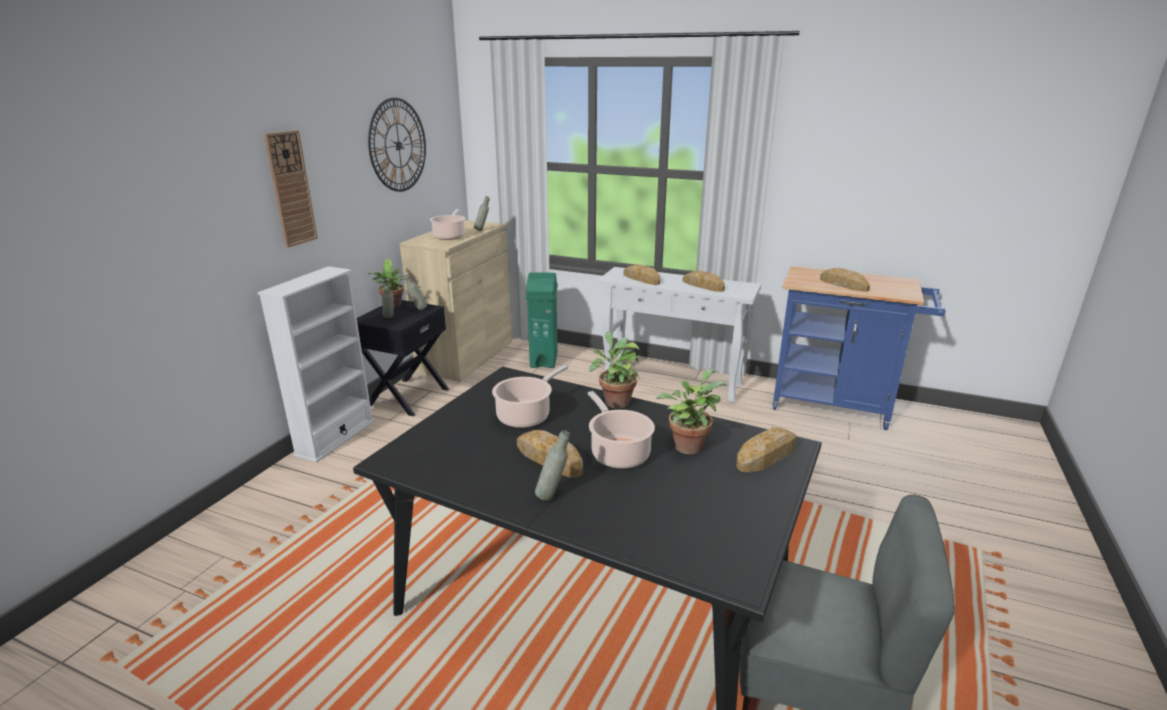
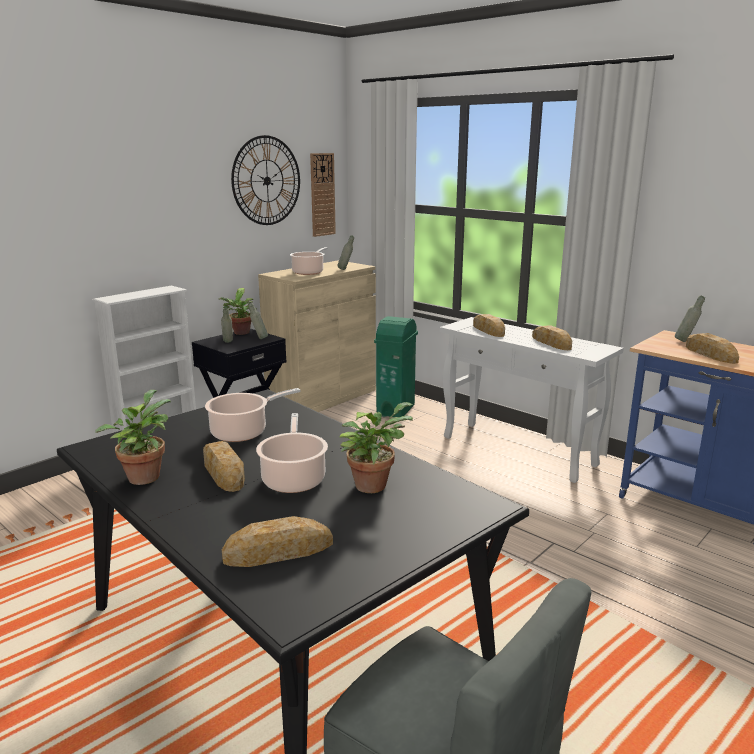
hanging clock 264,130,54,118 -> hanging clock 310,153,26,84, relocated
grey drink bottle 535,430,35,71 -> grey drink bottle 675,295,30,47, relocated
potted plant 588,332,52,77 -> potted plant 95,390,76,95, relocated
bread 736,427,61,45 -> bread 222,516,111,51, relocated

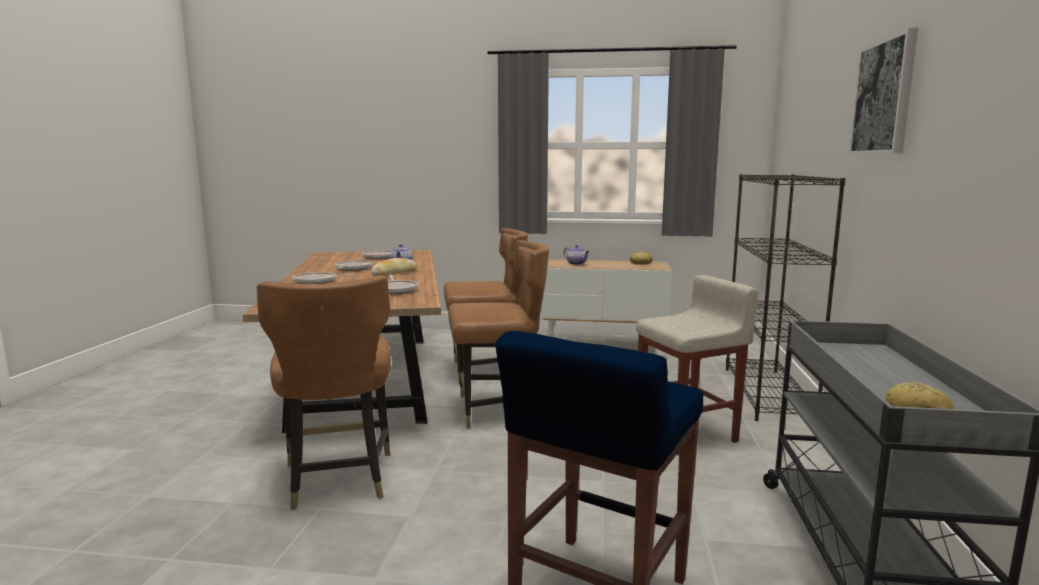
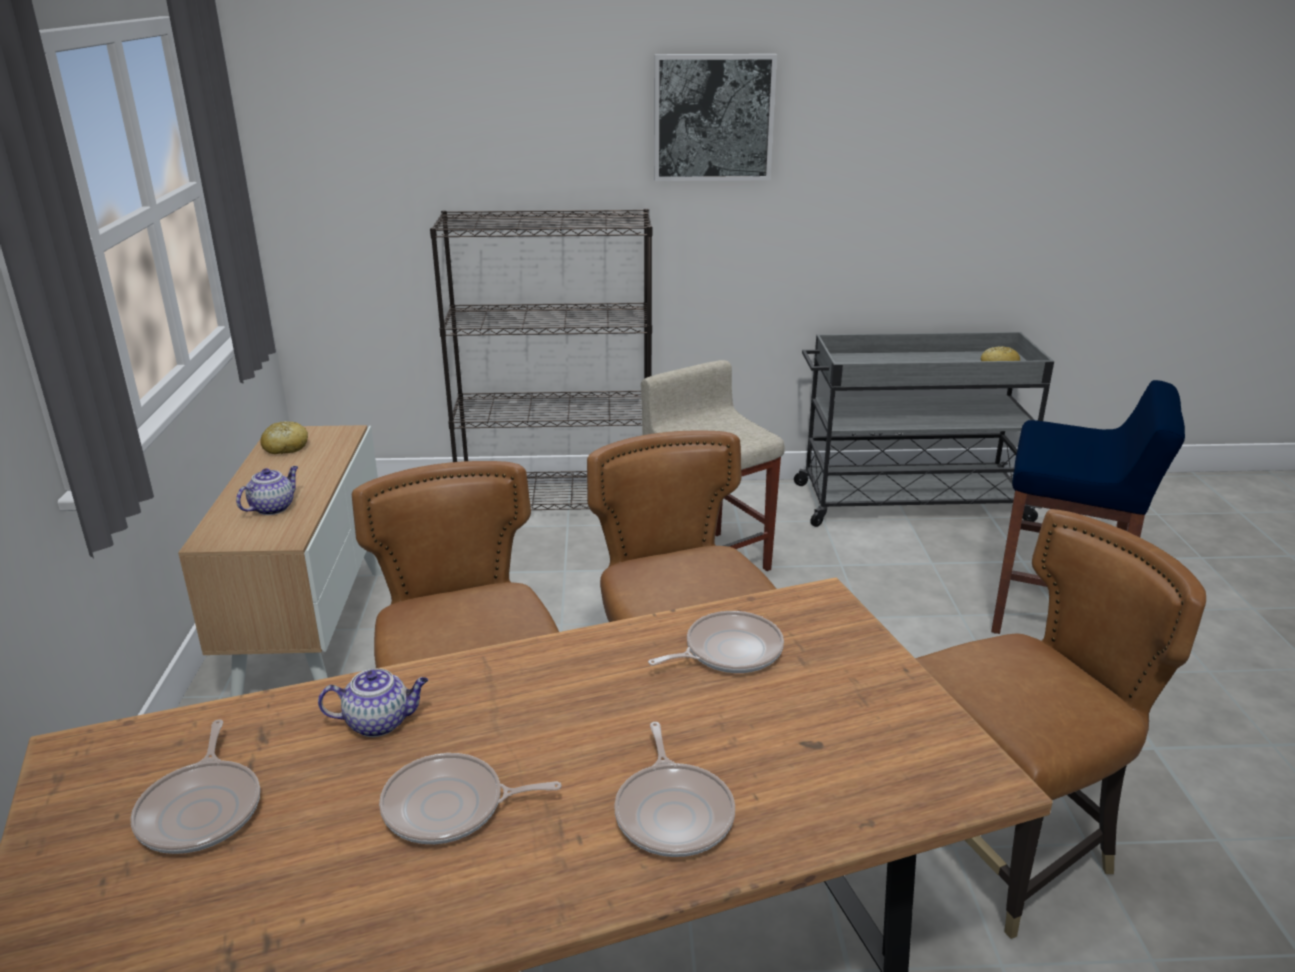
bread 371,258,46,18 -> none

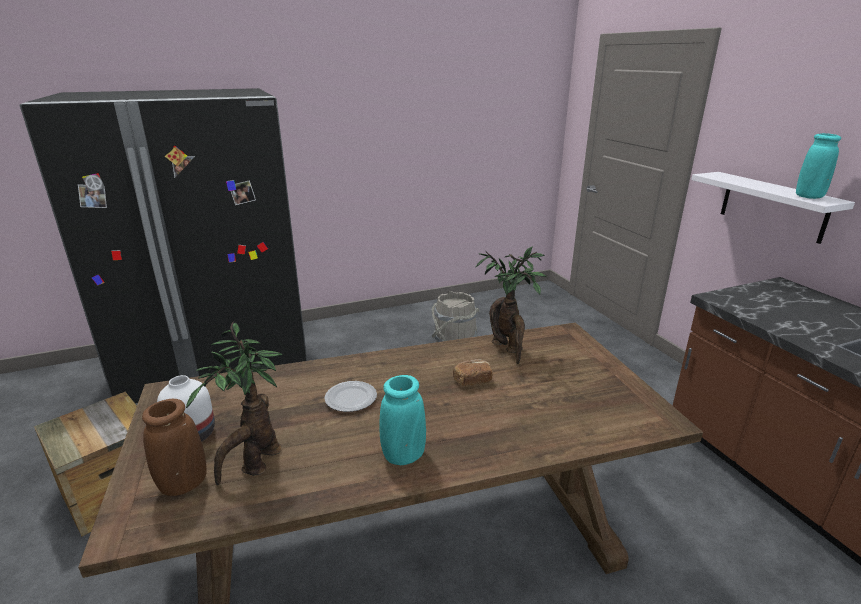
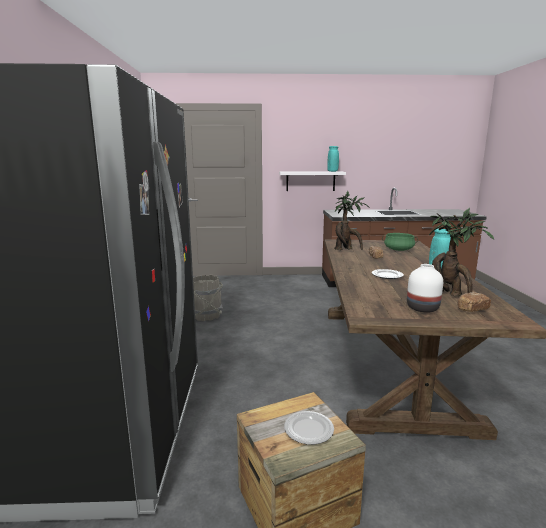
brown decorative vase 142,399,65,97 -> bread 457,292,34,20
none -> dinner plate 284,411,50,34
none -> green saucepot 382,233,36,18

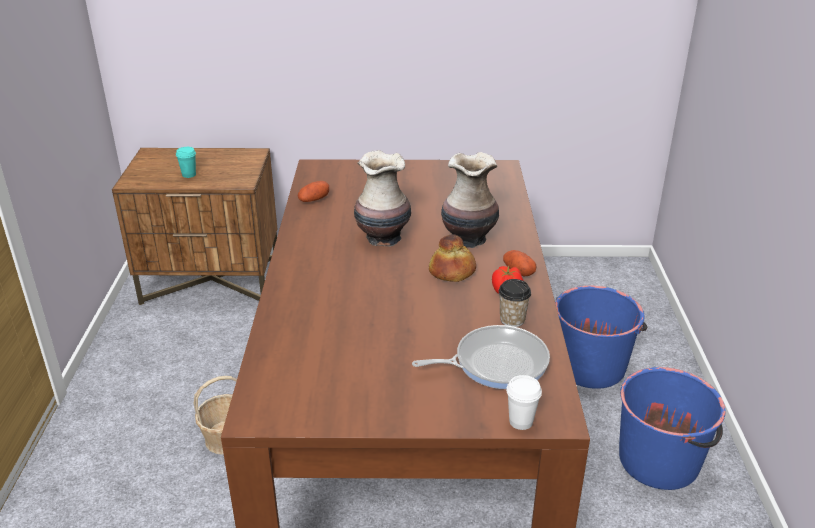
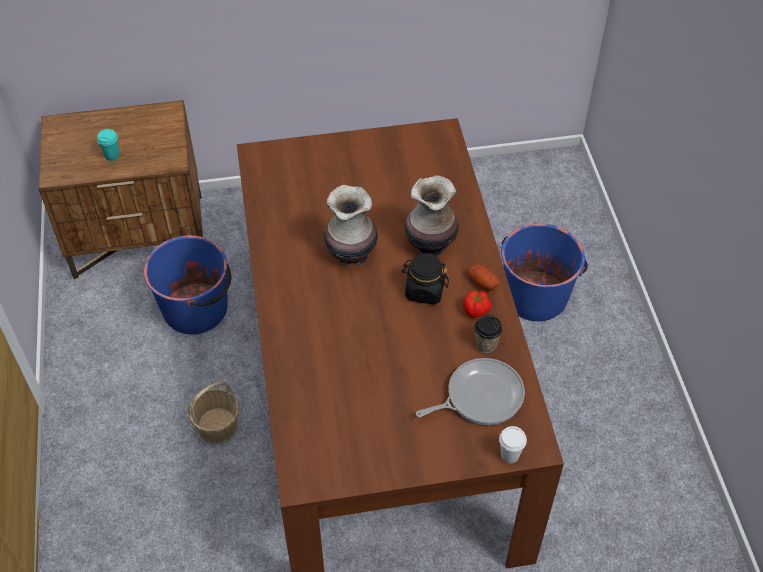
potato 298,181,31,21 -> none
bread 429,234,47,48 -> black-coloured storage jar 401,253,48,51
blue water bucket 619,367,107,123 -> blue water bucket 144,235,87,99, relocated

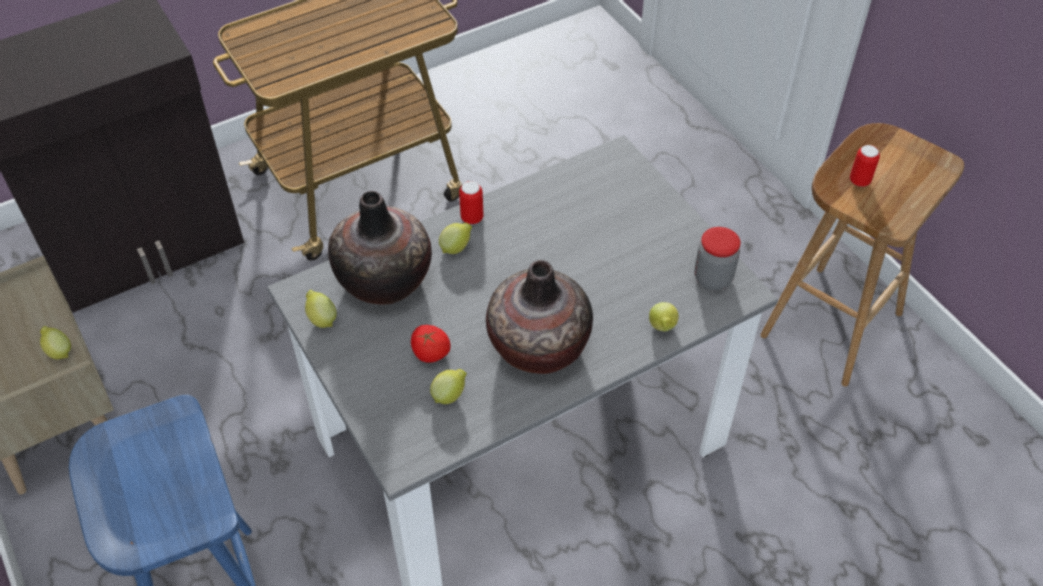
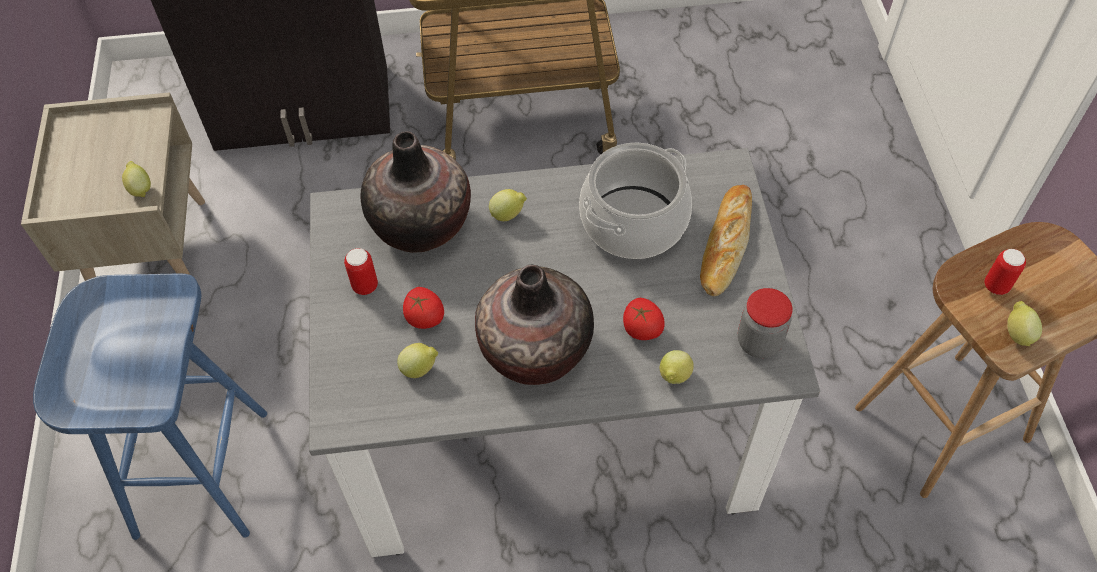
citrus fruit 305,290,32,38 -> citrus fruit 1007,301,35,46, relocated
can 459,181,24,43 -> can 344,248,34,47, relocated
none -> saucepot 579,143,113,116
none -> fresh tomato 623,298,41,42
none -> bread 700,185,52,111

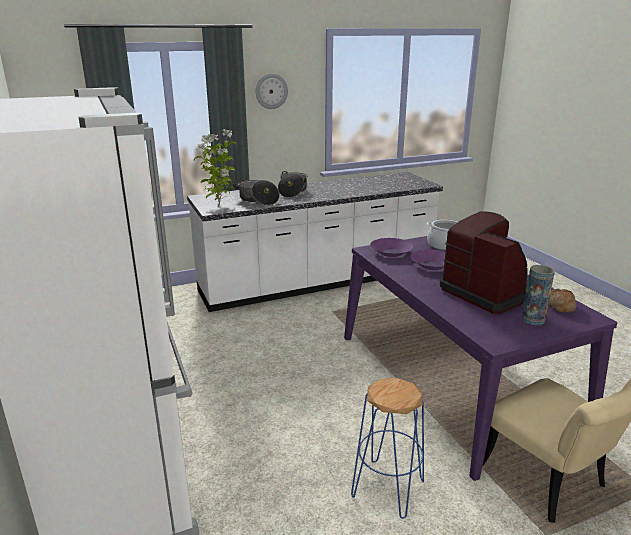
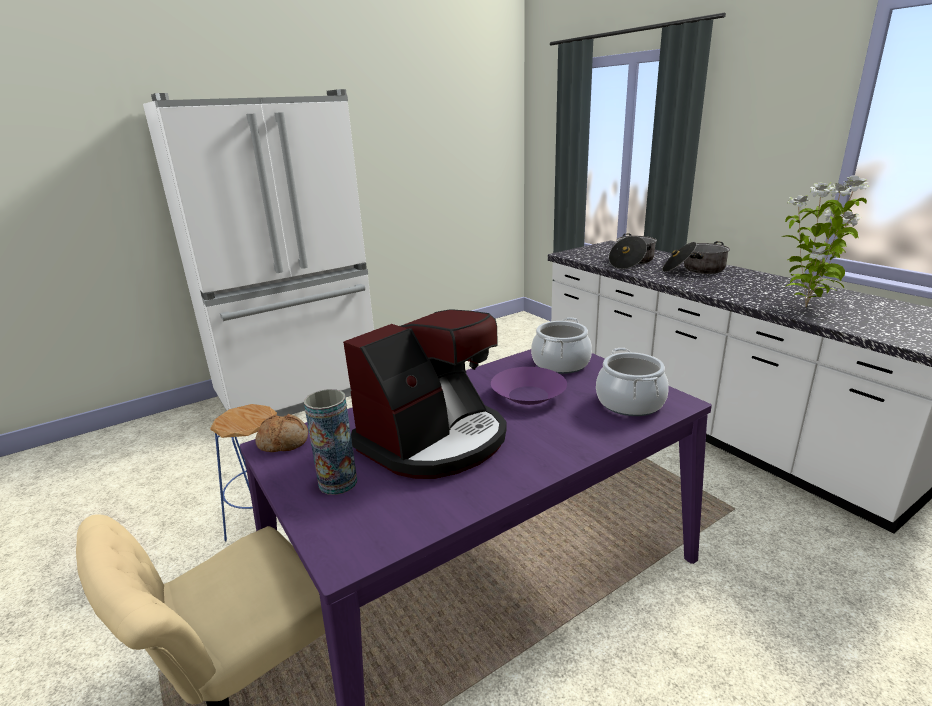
potted plant 194,129,42,76 -> potted plant 782,175,87,132, relocated
hanging clock 256,74,32,35 -> none
purple-coloured bowl 370,238,43,19 -> saucepot 531,317,61,57
bread 548,289,28,24 -> bread 255,414,53,38, relocated

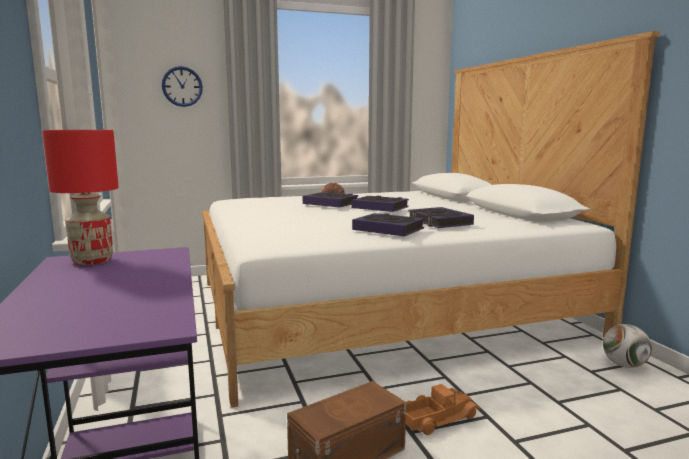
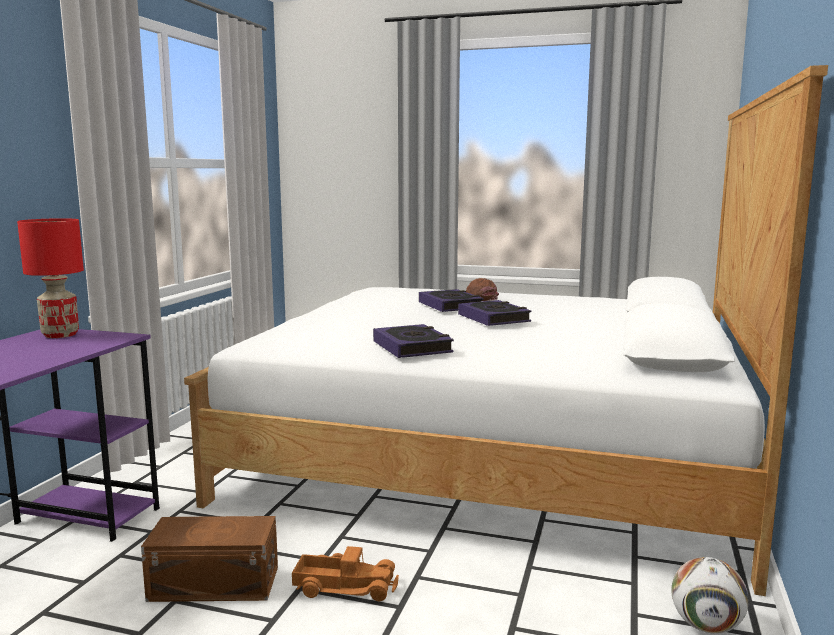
hanging clock 162,66,41,41 -> none
volume 408,207,66,21 -> none

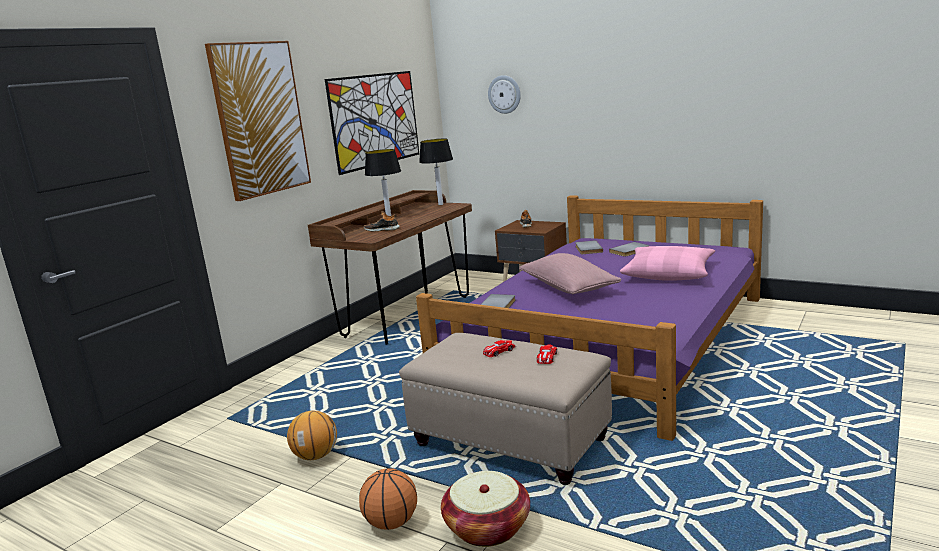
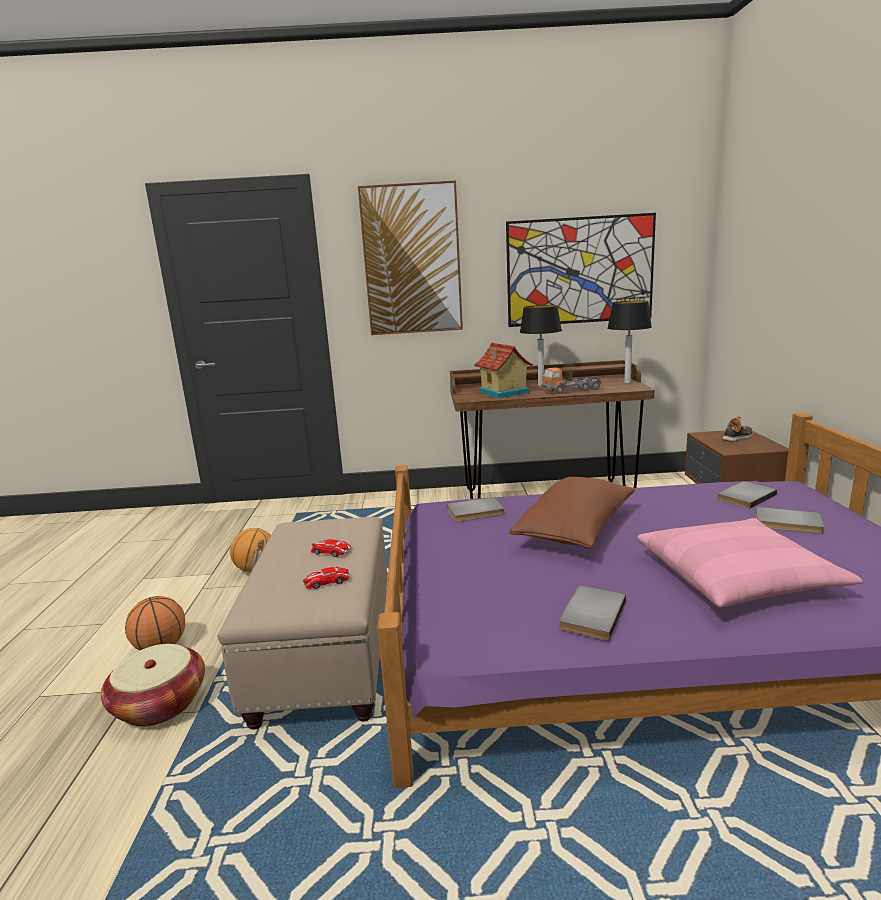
shoe 364,211,36,21 -> miniature house 474,343,59,55
hanging clock 488,75,33,39 -> none
pink-coloured pillow 519,253,103,41 -> brown pillow 510,477,125,71
none -> model truck 541,367,61,27
none -> grey volume 559,585,67,56

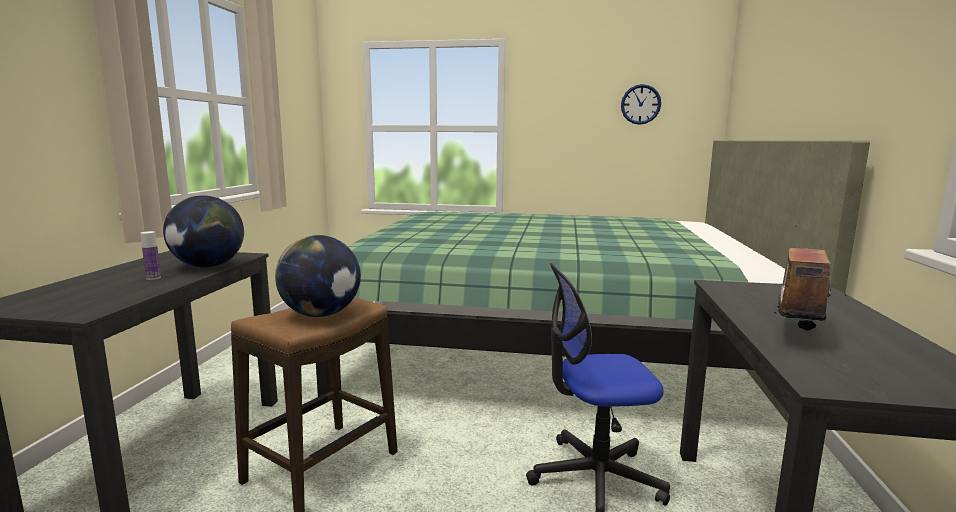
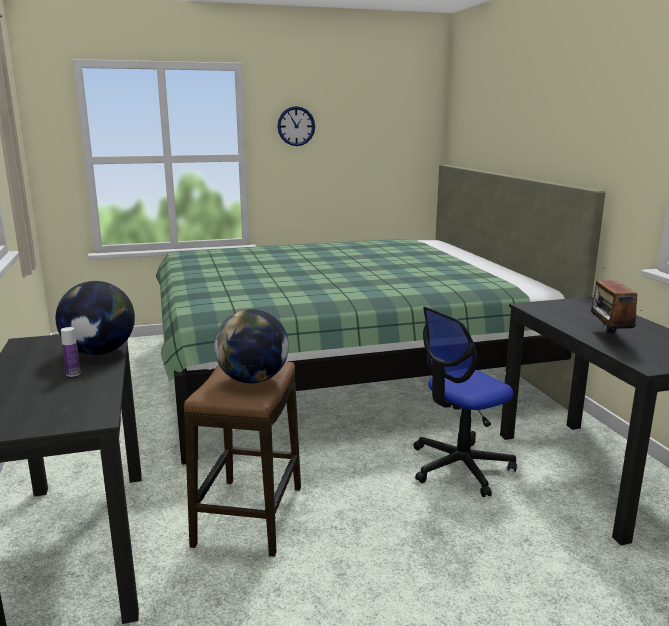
hanging clock 621,84,40,41 -> hanging clock 277,106,38,40, relocated

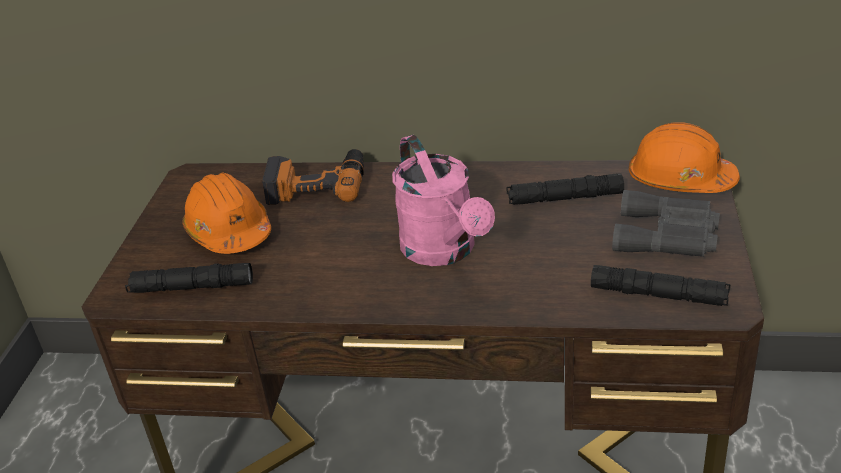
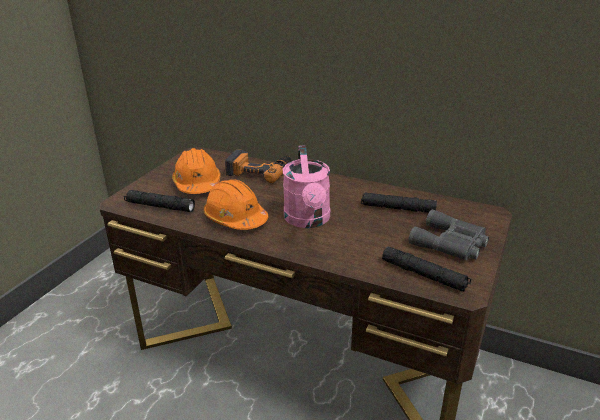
orange-coloured hard hat 629,122,111,71 -> orange-coloured hard hat 203,179,65,51, relocated

